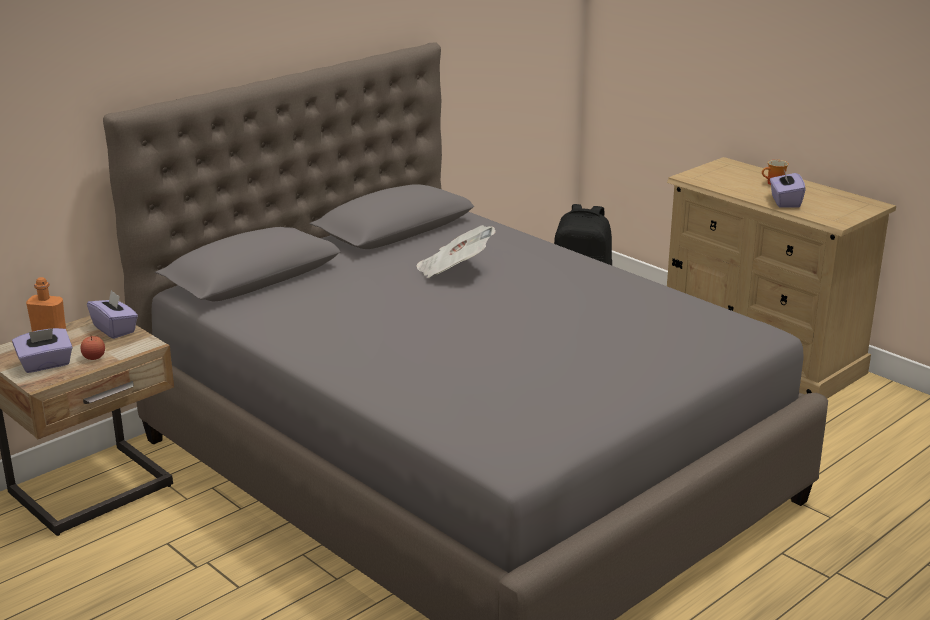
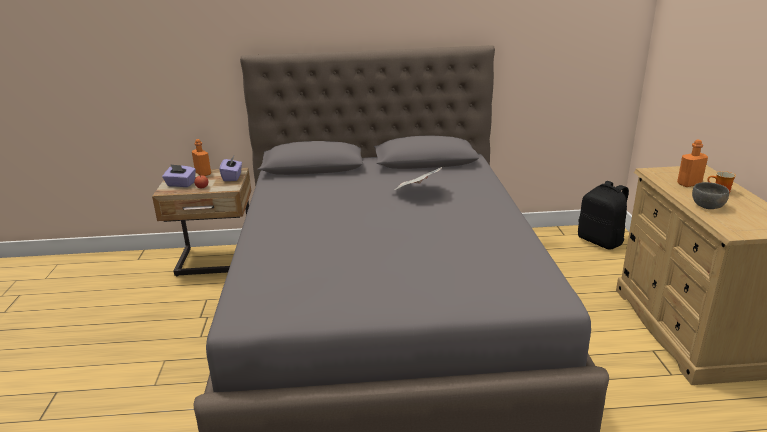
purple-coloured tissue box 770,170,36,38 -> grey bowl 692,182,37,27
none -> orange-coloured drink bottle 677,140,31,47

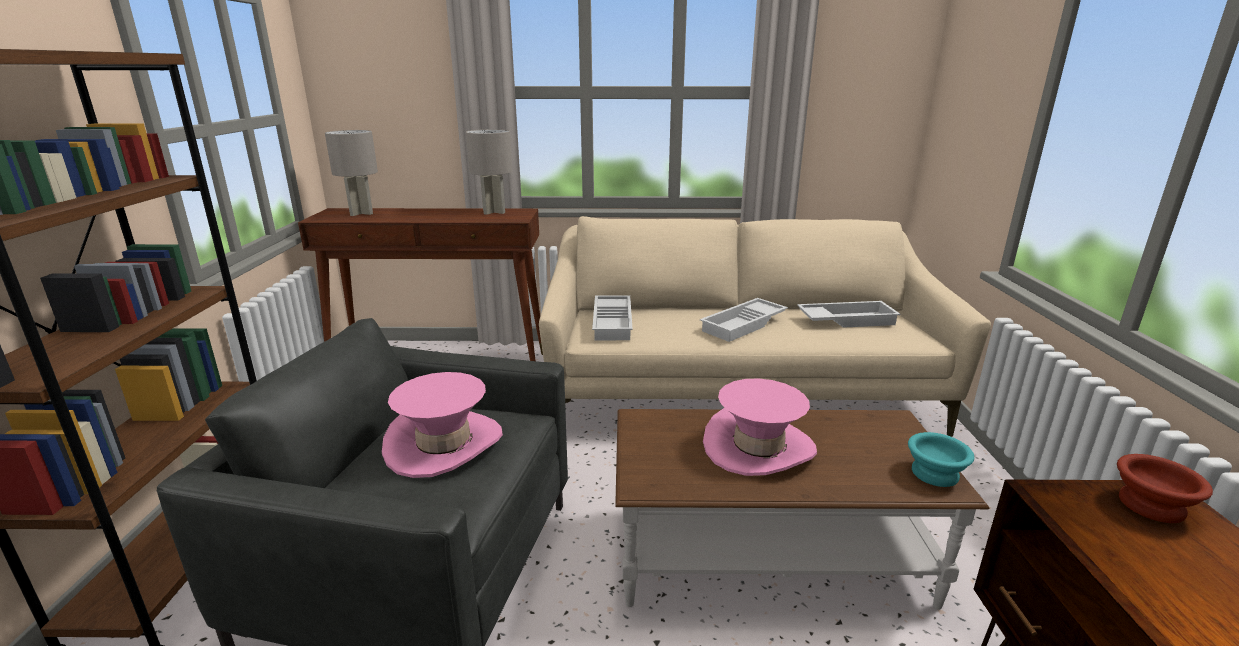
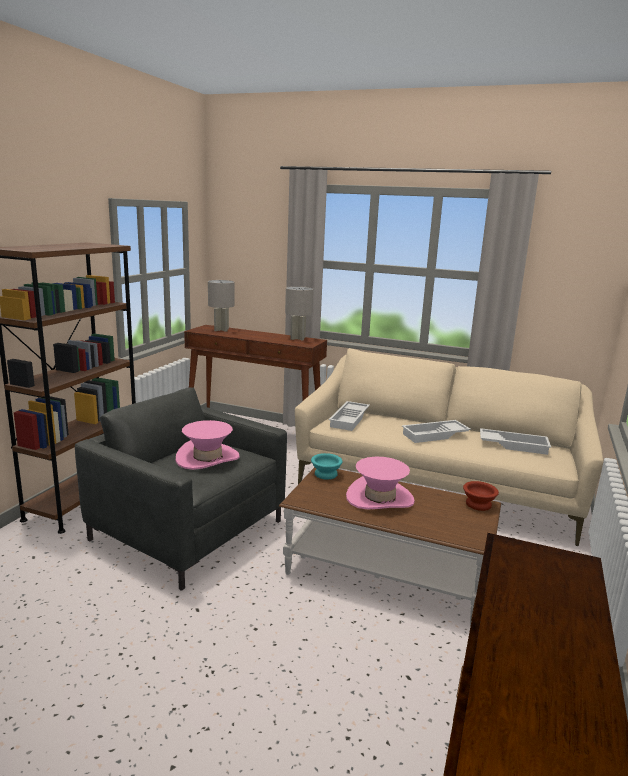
turquoise bowl 908,432,66,55 -> turquoise bowl 311,453,32,27, relocated
brown bowl 1117,454,96,69 -> brown bowl 463,481,36,30, relocated

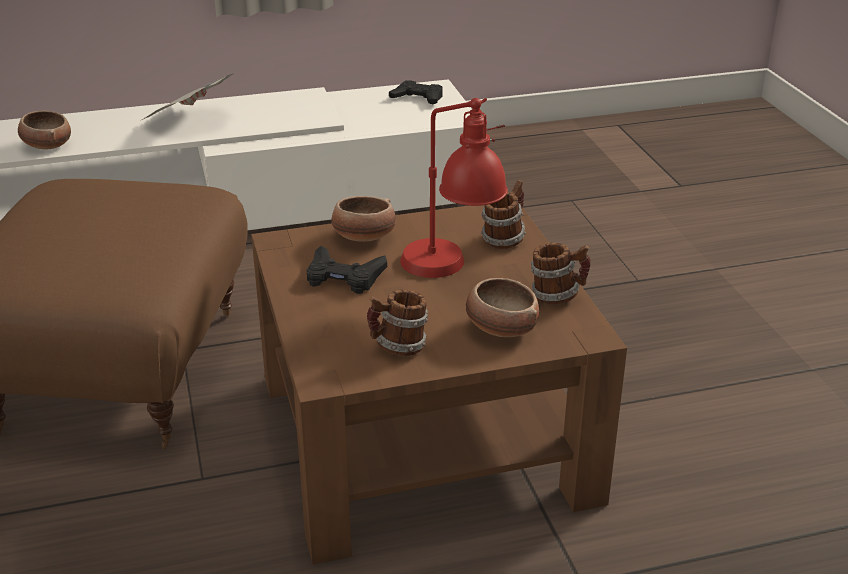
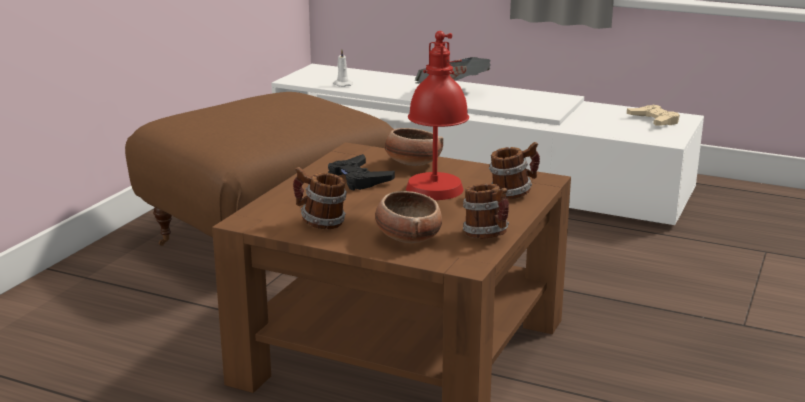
bowl 18,111,53,39 -> white-coloured wax candle 333,50,20,37
black-coloured joypad 389,80,54,24 -> beige-coloured joypad 627,105,53,20

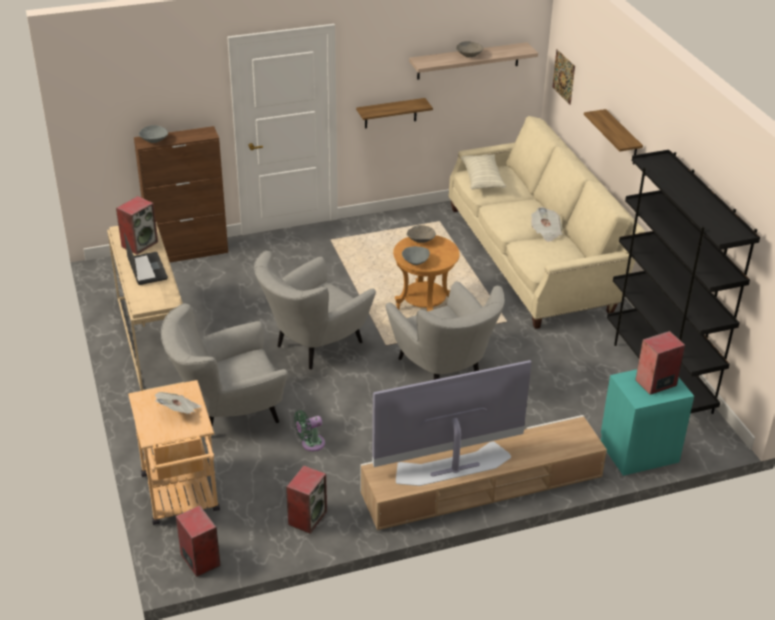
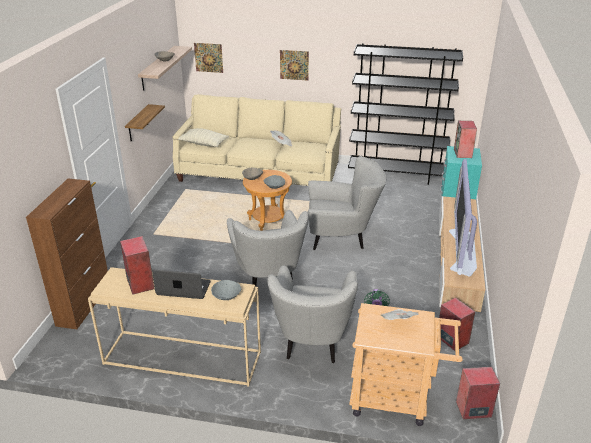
grey bowl 139,125,29,18 -> grey bowl 211,280,31,20, relocated
bracket shelf 584,109,59,55 -> wall art 280,50,29,30

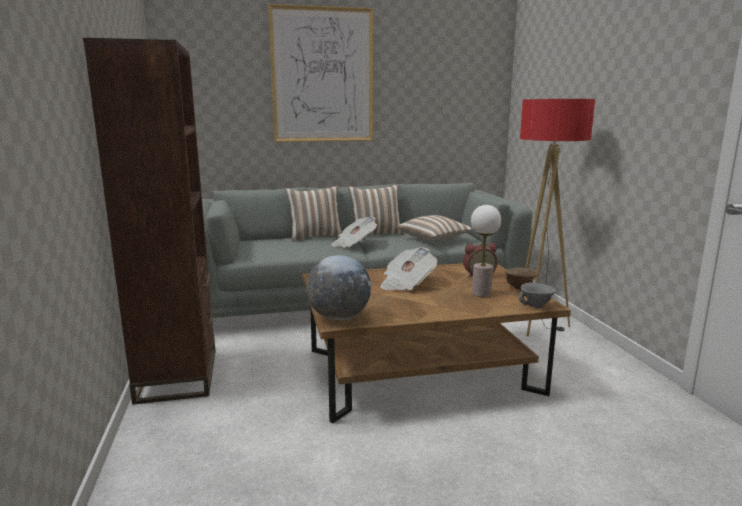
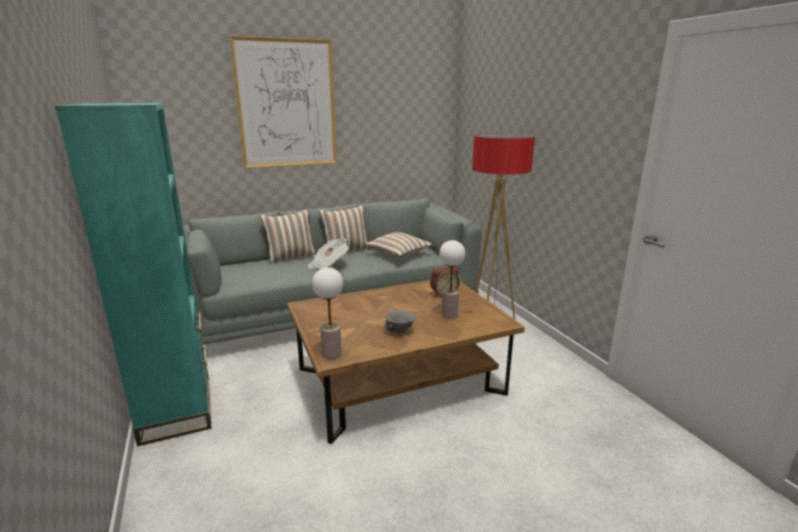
brown bookcase 83,38,132,367 -> turquoise bookcase 55,103,156,343
desk globe 306,255,65,65 -> table lamp 312,267,31,92
daily paper 380,247,57,44 -> none
brown bowl 505,267,33,22 -> none
grey bowl 519,283,38,25 -> grey bowl 384,310,32,23, relocated

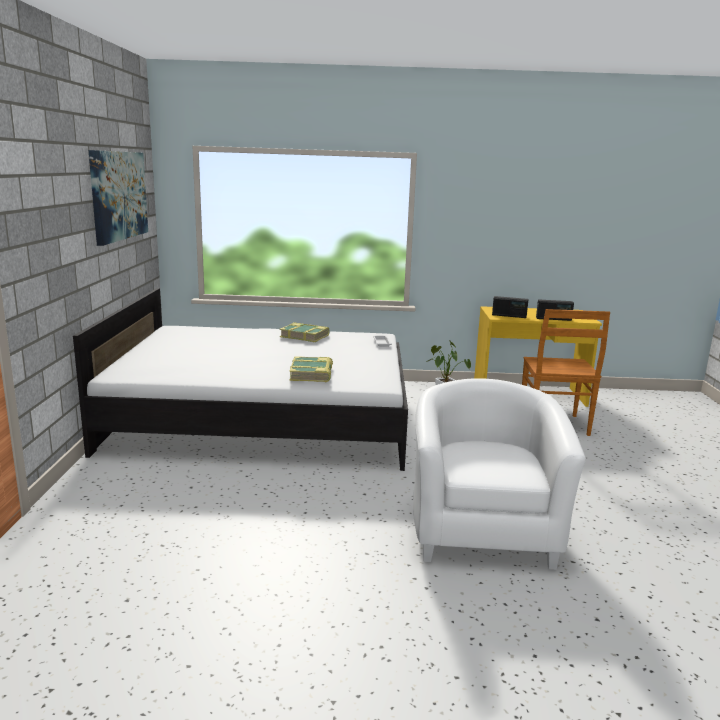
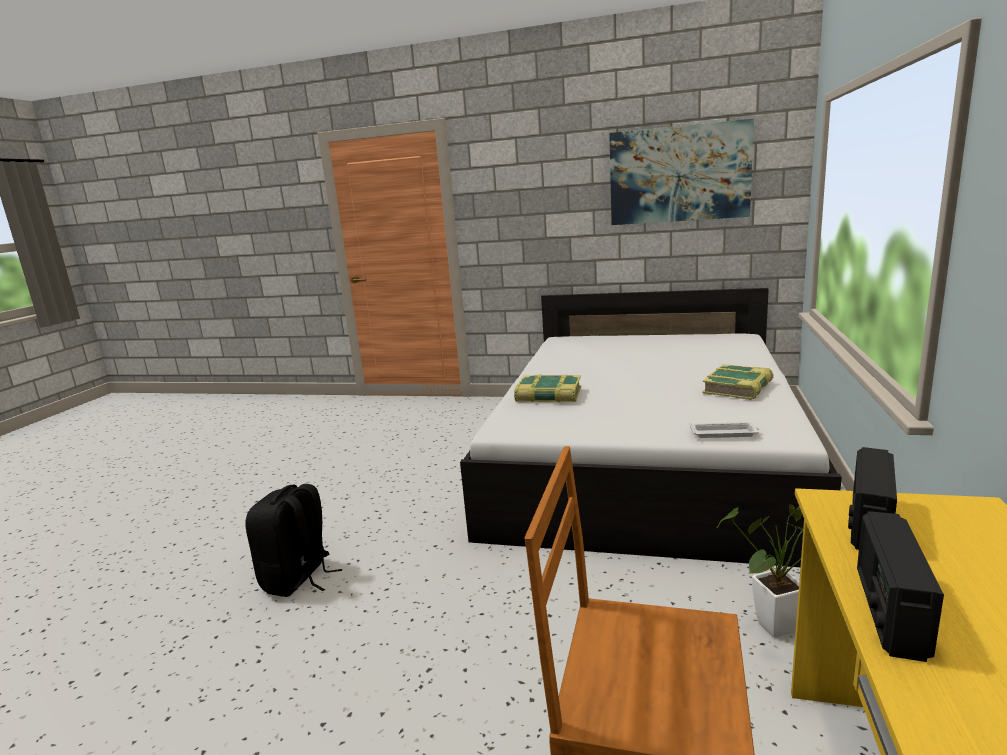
white-coloured lounge chair 413,378,173,192 -> black-coloured backpack 245,484,97,113

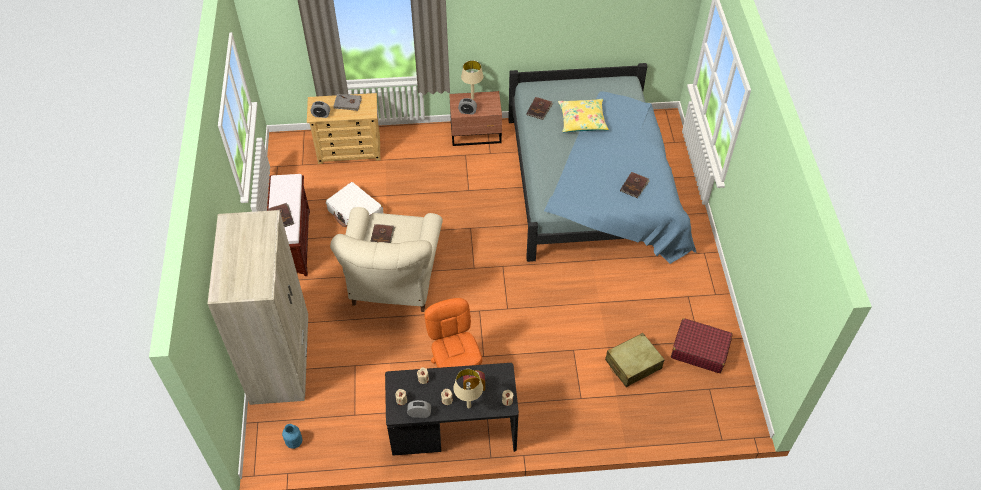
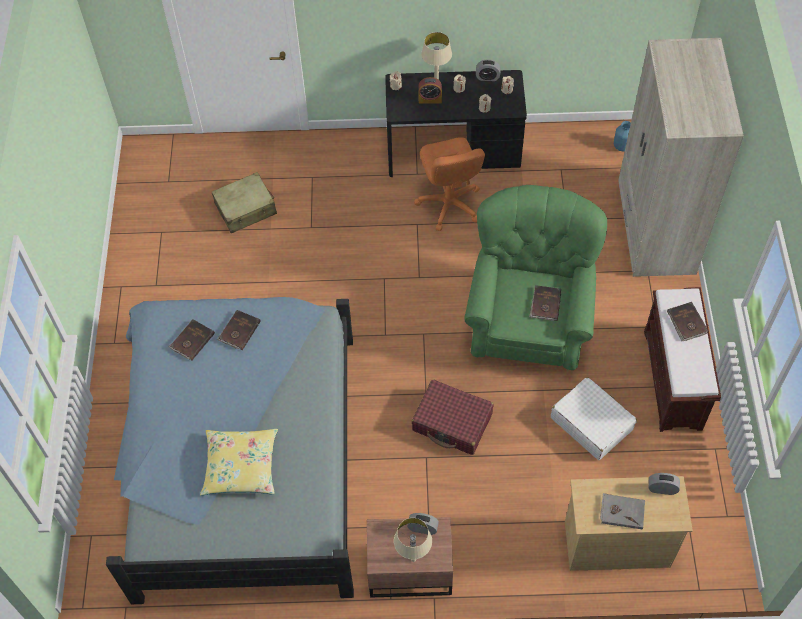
beige-coloured lounge chair 330,207,113,105 -> green lounge chair 464,185,143,185
brown volume 526,97,27,23 -> brown volume 217,310,44,40, relocated
red travel case 671,318,62,55 -> red travel case 411,379,82,76, relocated

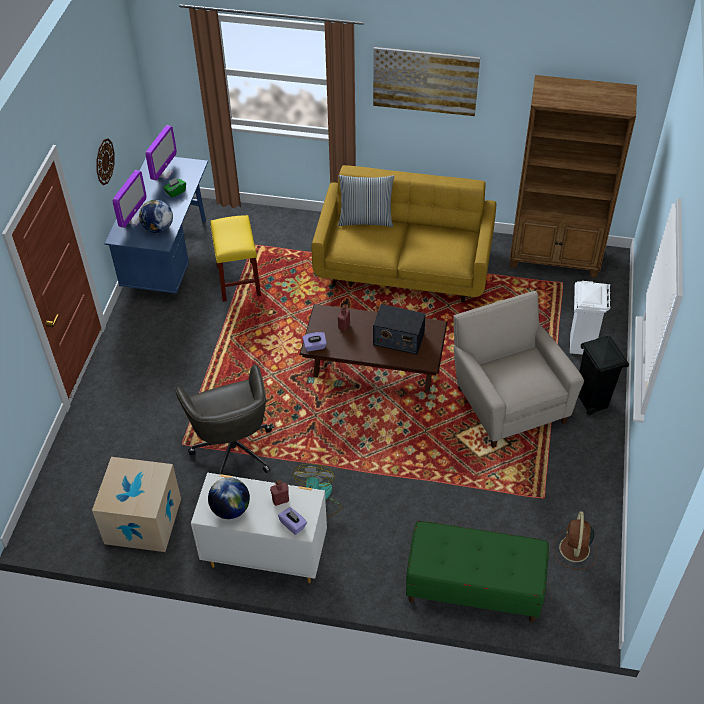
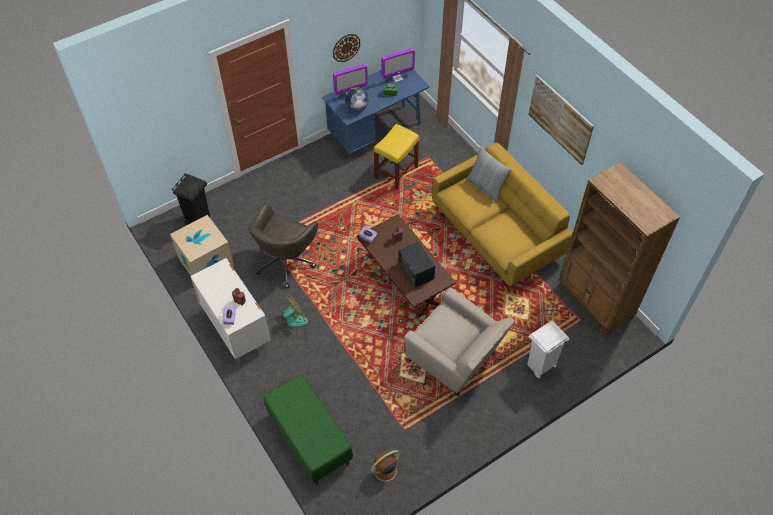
desk globe 208,477,42,42 -> none
beige-coloured lounge chair 453,291,131,157 -> beige-coloured lounge chair 404,288,111,108, 105 degrees clockwise
black-coloured rubbish bin 578,336,51,79 -> black-coloured rubbish bin 172,174,38,51, relocated

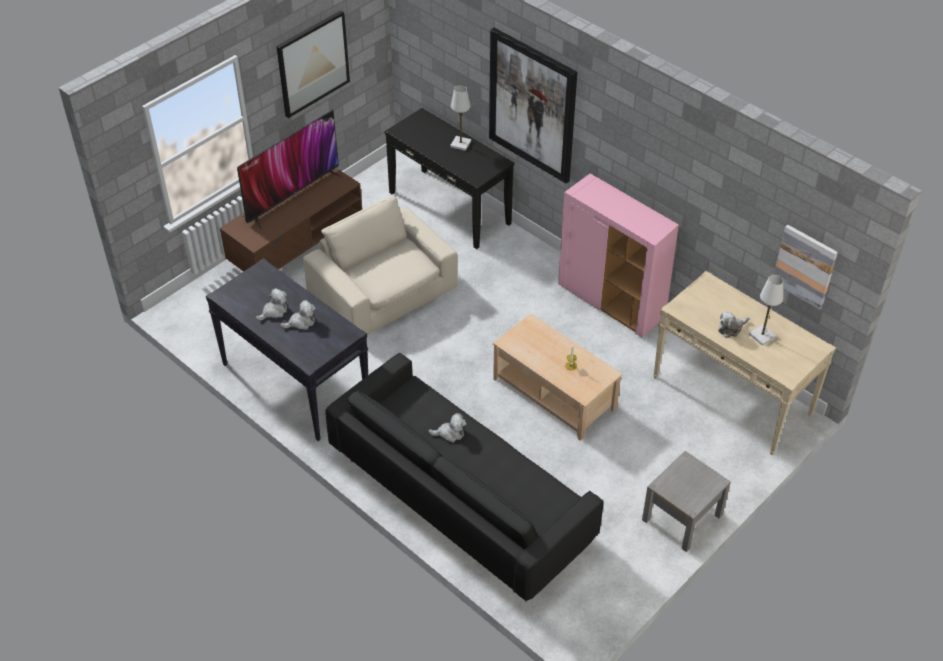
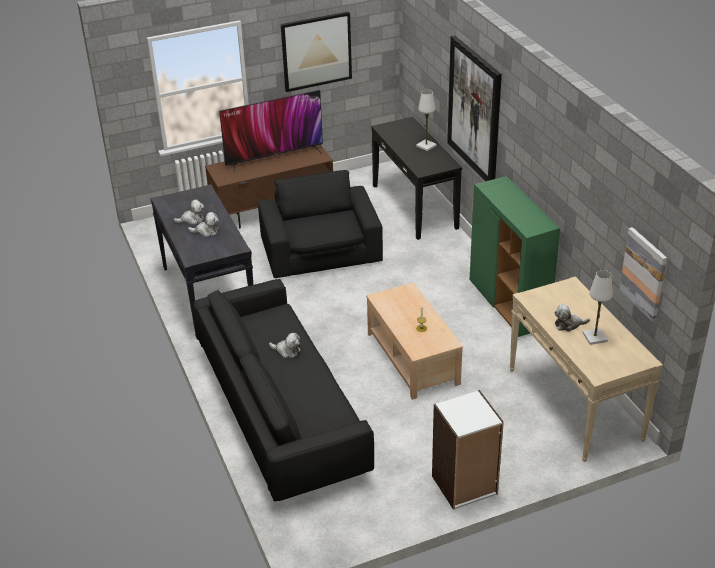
beige-coloured lounge chair 303,197,154,138 -> black-coloured lounge chair 258,170,125,108
pink-coloured cupboard 558,174,121,163 -> green cupboard 470,176,90,161
grey bedside table 642,451,89,101 -> white-coloured bookcase 432,390,72,120

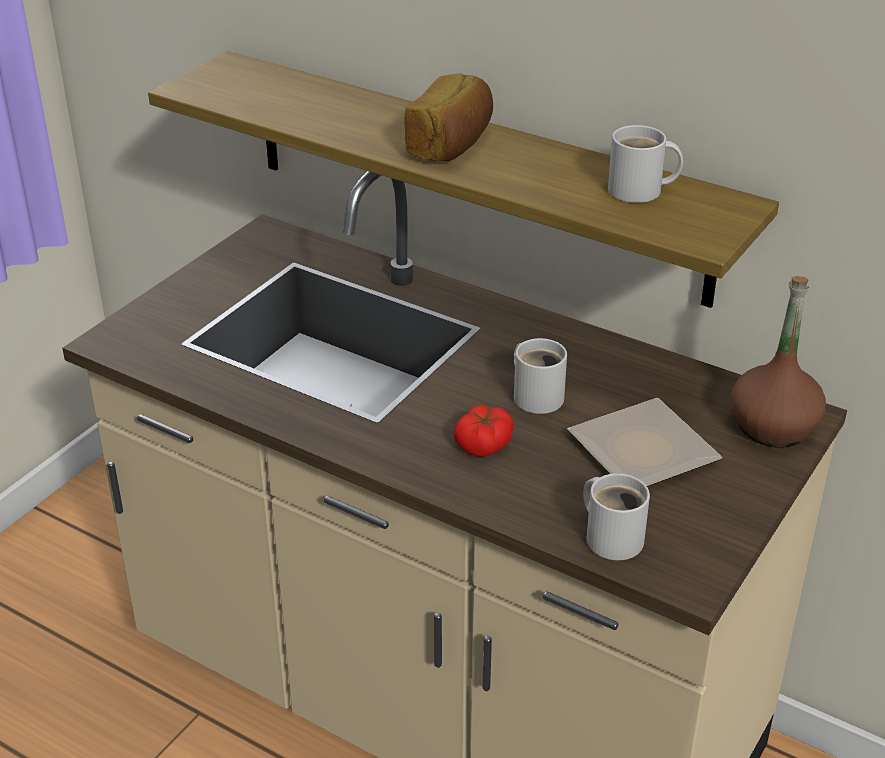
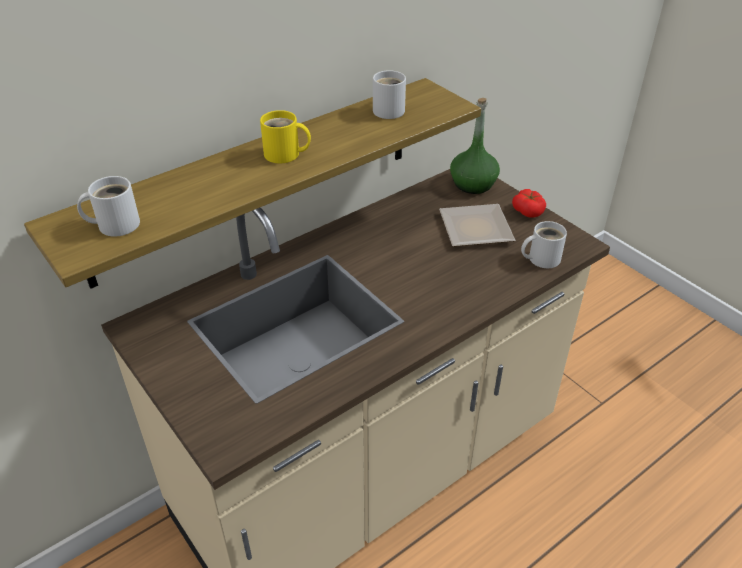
bread 405,74,88,87 -> yellow-coloured tea mug 260,110,51,53
fresh tomato 454,405,60,52 -> fresh tomato 512,189,34,29, relocated
white-coloured tea mug 514,338,53,76 -> white-coloured tea mug 77,176,63,60, relocated
brown drink bottle 731,276,95,171 -> green drink bottle 450,98,50,96

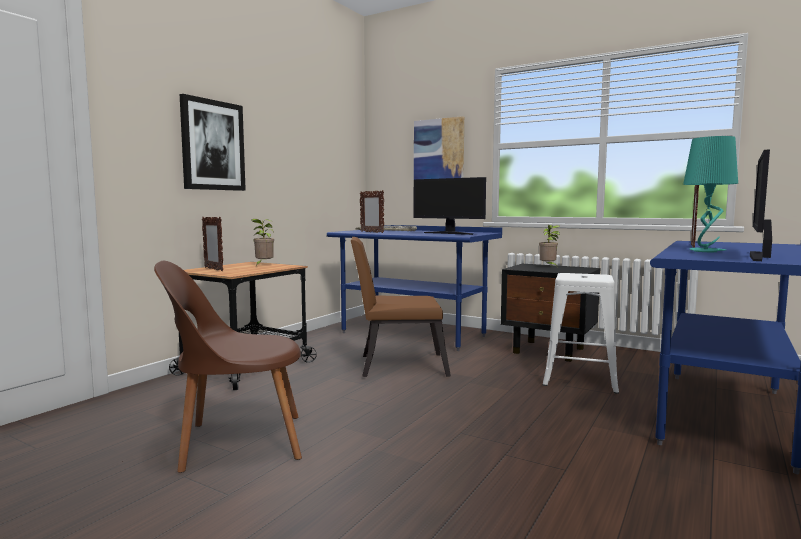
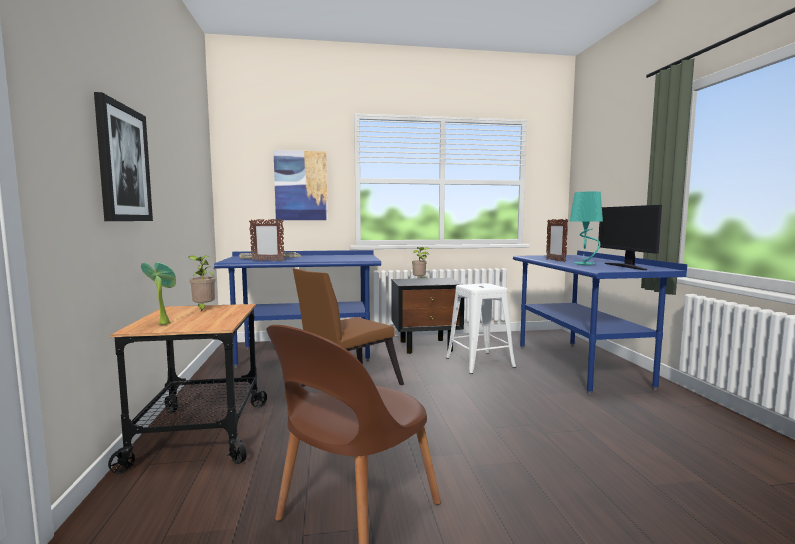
photo frame 202,217,21,54 -> potted plant 141,262,35,63
monitor 413,177,73,58 -> none

